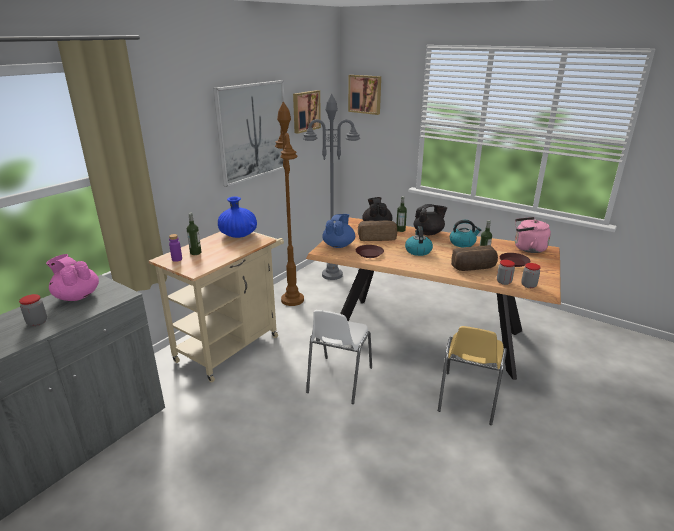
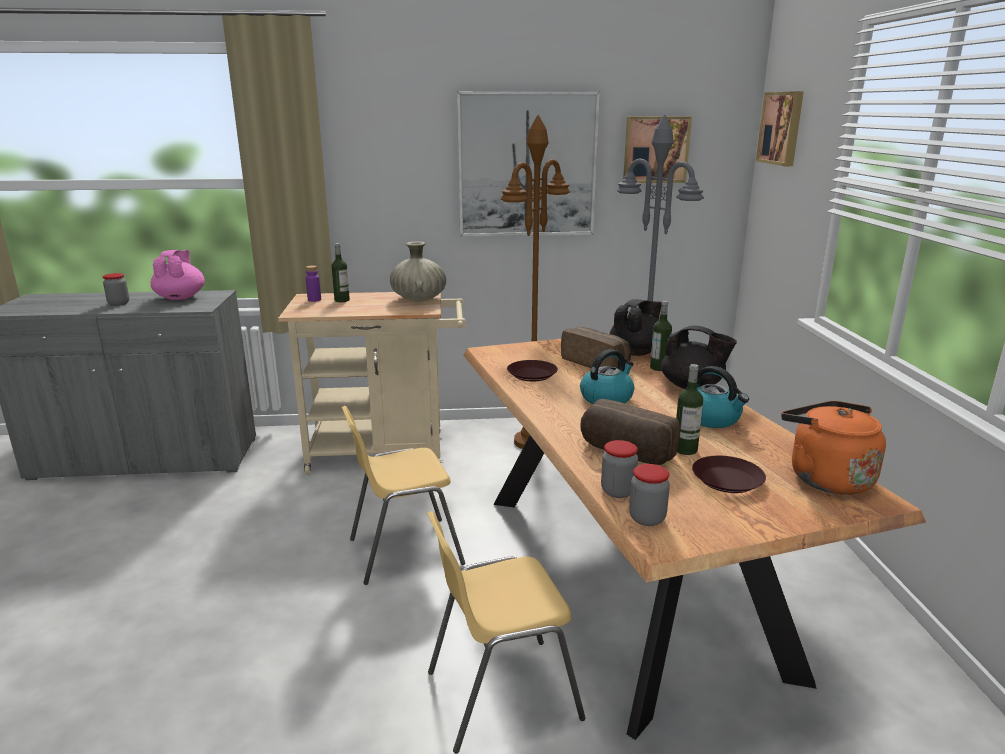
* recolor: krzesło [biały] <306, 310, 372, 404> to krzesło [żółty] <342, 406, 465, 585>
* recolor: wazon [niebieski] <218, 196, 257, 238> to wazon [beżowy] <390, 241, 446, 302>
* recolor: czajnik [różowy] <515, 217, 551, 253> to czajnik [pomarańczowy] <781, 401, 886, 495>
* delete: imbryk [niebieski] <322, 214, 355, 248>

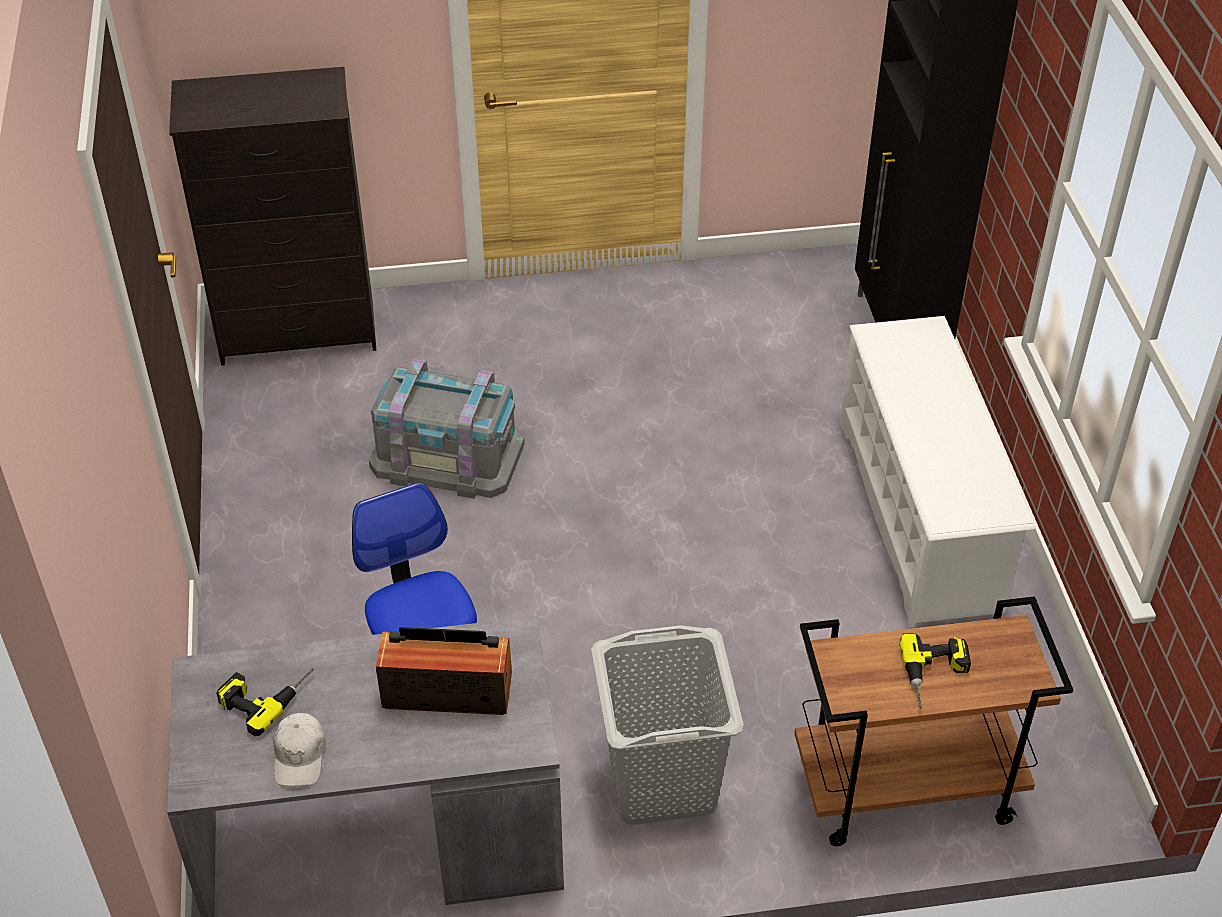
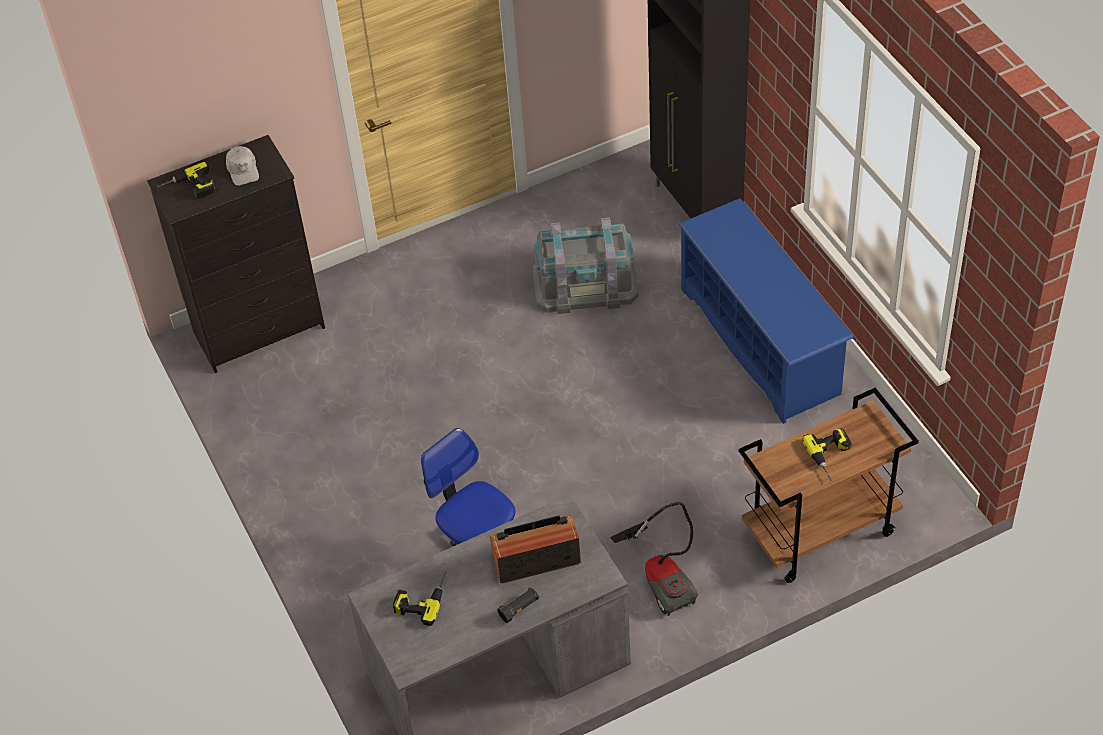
* insert: wiertarka <157, 162, 215, 199>
* move: czapka z daszkiem [biały] <273, 713, 325, 786> to <226, 146, 259, 186>
* insert: latarka [czarny] <497, 587, 539, 623>
* move: pojemnik do przechowywania [szary] <369, 359, 525, 499> to <533, 217, 639, 314>
* replace: kosz na pranie [szary] <591, 625, 744, 825> to odkurzacz <611, 502, 698, 616>
* recolor: regał na buty [biały] <840, 316, 1035, 628> to regał na buty [niebieski] <679, 198, 853, 424>

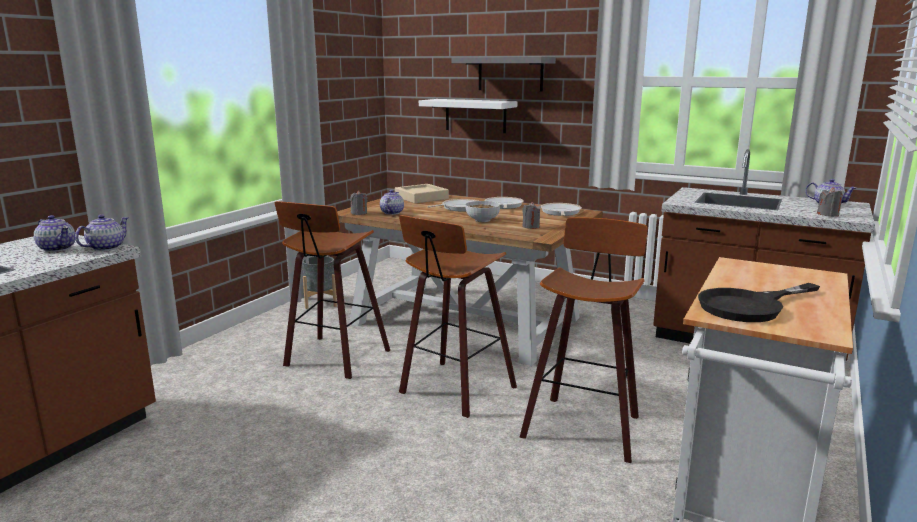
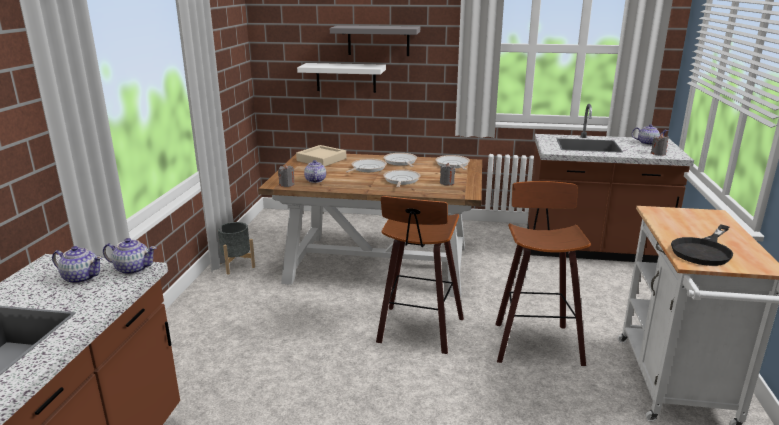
* rotate: imbryk <75, 214, 129, 251> = <103, 238, 157, 275> 90 degrees clockwise
* replace: miska <465, 201, 500, 222> to patelnia <383, 170, 420, 187>
* delete: stołek <275, 201, 390, 379>

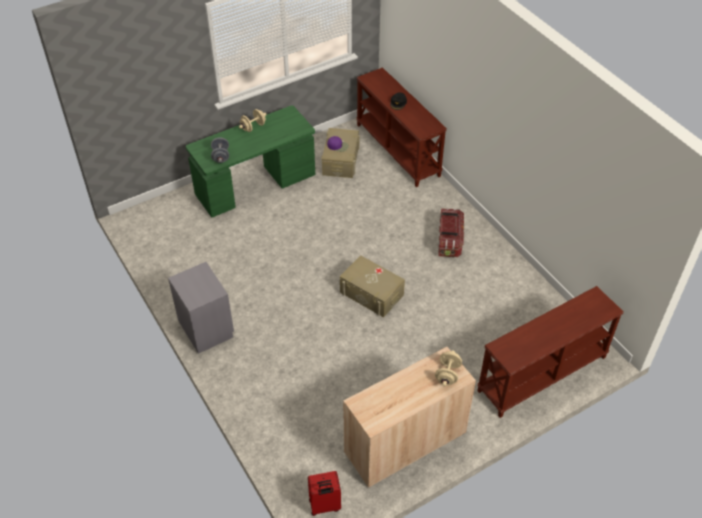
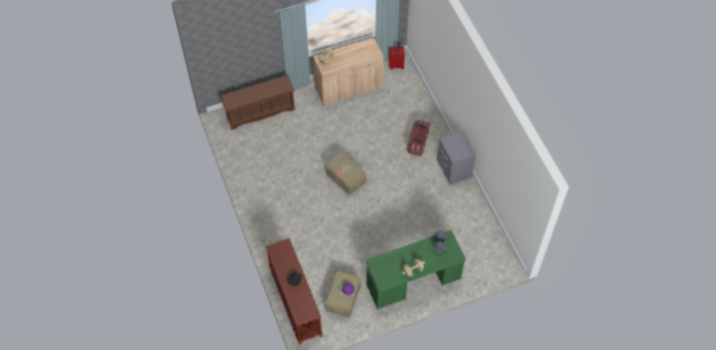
* replace: stolik konsolowy [brązowy] <478, 286, 623, 418> to regał na buty [brązowy] <220, 75, 295, 130>
* move: pojemnik do przechowywania <438, 208, 464, 257> to <407, 121, 430, 156>

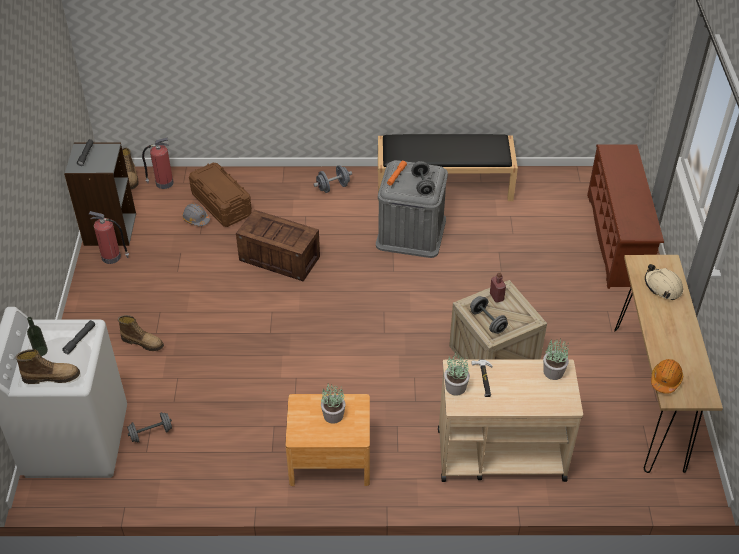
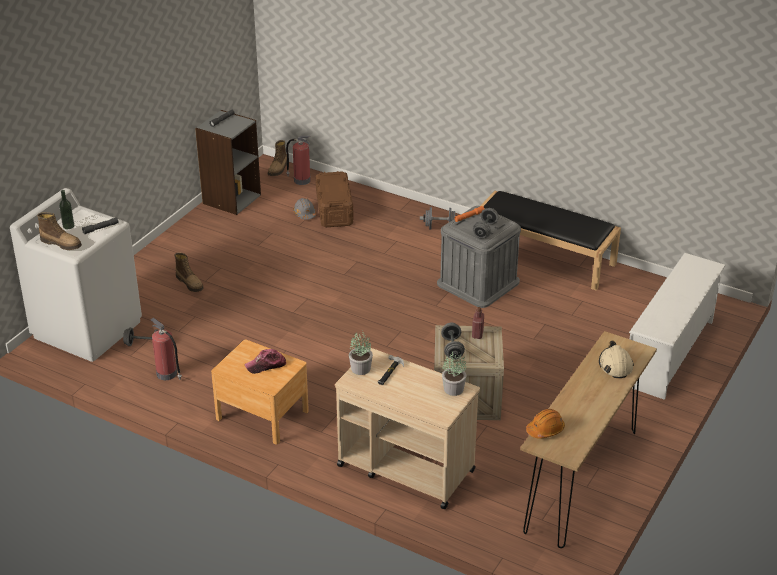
* move: gaśnica <89, 211, 129, 264> to <151, 318, 182, 380>
* replace: roślina doniczkowa <321, 383, 345, 424> to czapka z daszkiem <245, 349, 286, 374>
* recolor: regał na buty [brązowy] <587, 144, 664, 289> to regał na buty [biały] <629, 253, 726, 400>
* delete: skrzynka <236, 210, 320, 281>

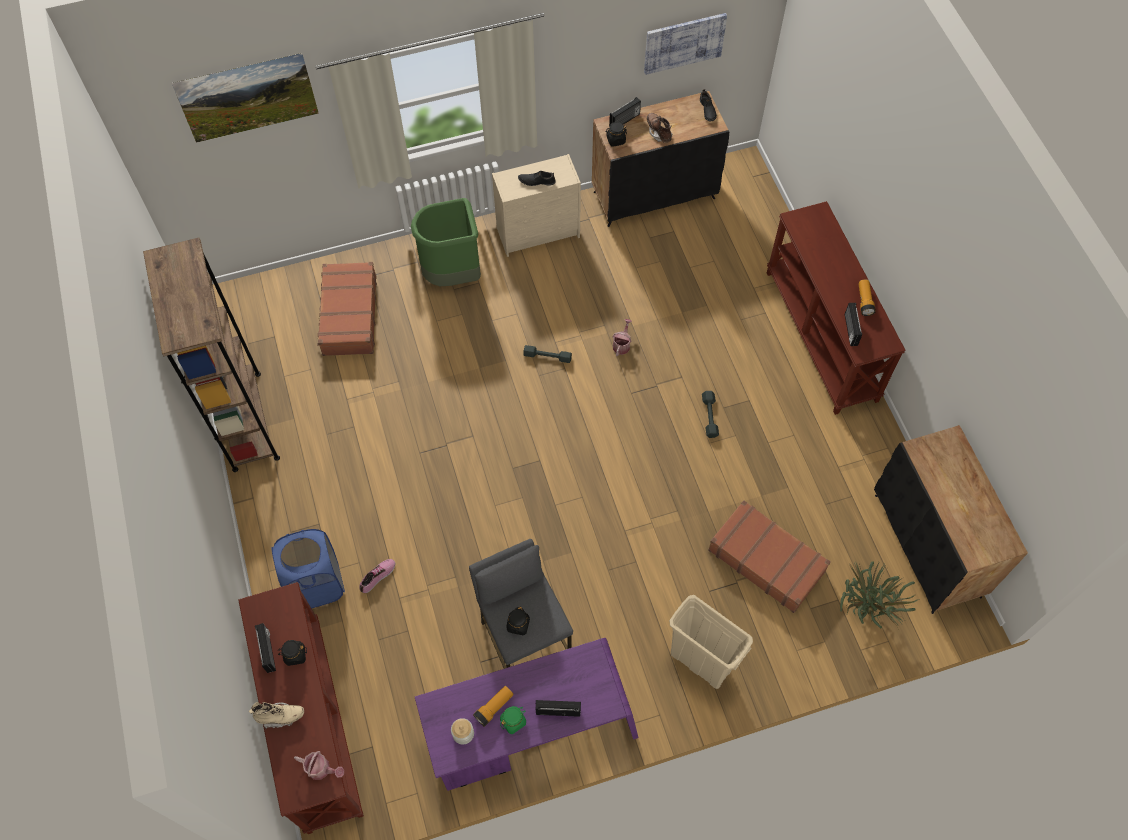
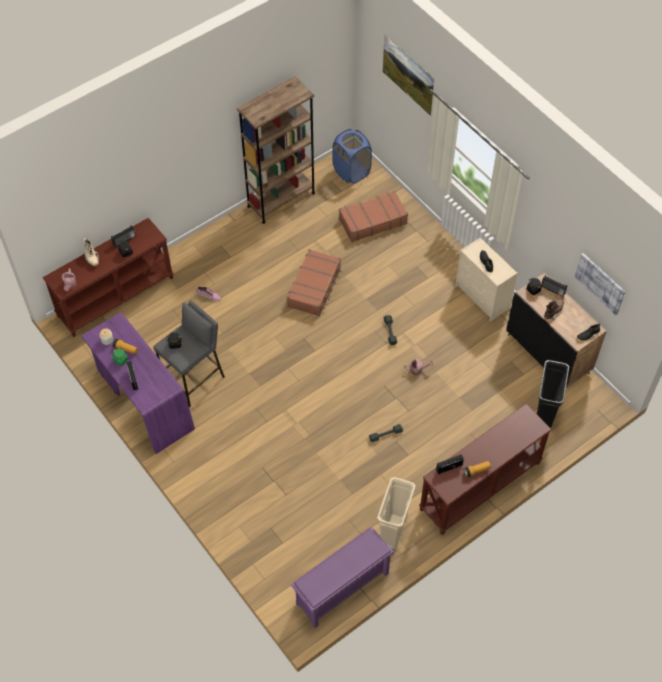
* move: walizka [brązowy] <708, 500, 831, 613> to <287, 249, 342, 316>
* replace: szafka [czarny] <874, 425, 1028, 614> to regał na buty [fioletowy] <291, 526, 394, 628>
* move: kosz na pranie [niebieski] <271, 529, 345, 608> to <332, 129, 372, 184>
* move: kosz na śmieci [beżowy] <669, 595, 753, 689> to <377, 477, 416, 549>
* insert: kosz na śmieci [czarny] <537, 360, 569, 428>
* delete: kosz na śmieci [zielony] <411, 198, 481, 286>
* delete: roślina doniczkowa <840, 561, 919, 629>

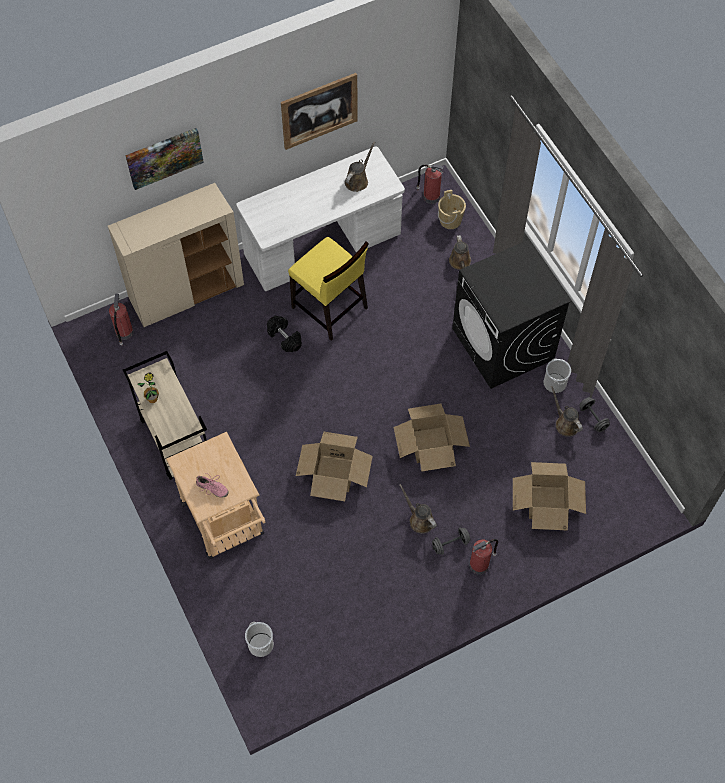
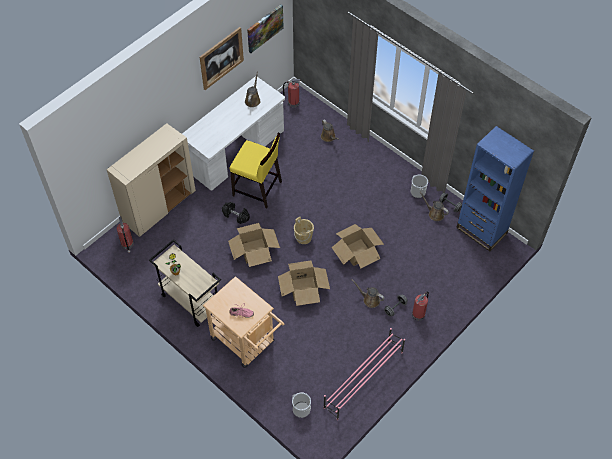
* move: karton <513, 462, 586, 530> to <228, 223, 280, 267>
* move: obraz <125, 128, 204, 190> to <247, 4, 284, 53>
* move: wiadro [beżowy] <438, 190, 466, 229> to <294, 217, 314, 244>
* insert: regał na buty [różowy] <323, 328, 405, 420>
* insert: regał [niebieski] <456, 126, 534, 251>
* delete: pralka [czarny] <452, 240, 572, 389>

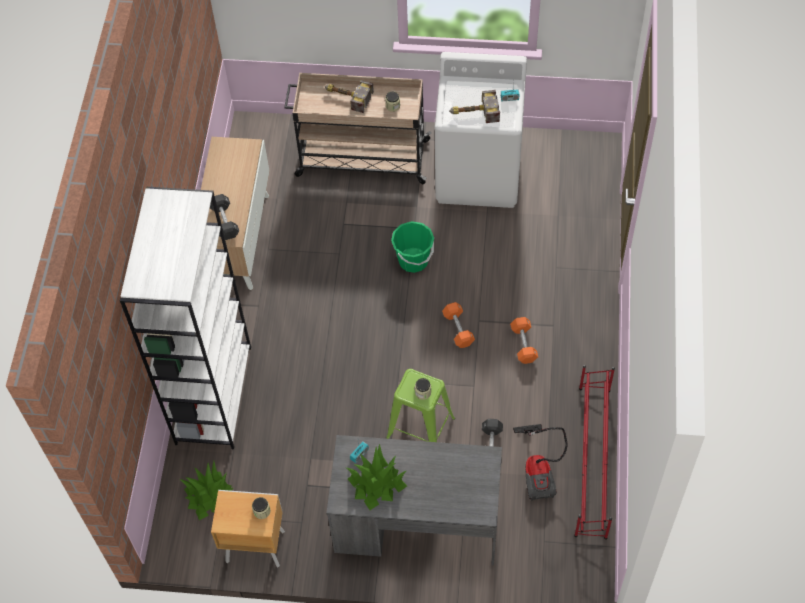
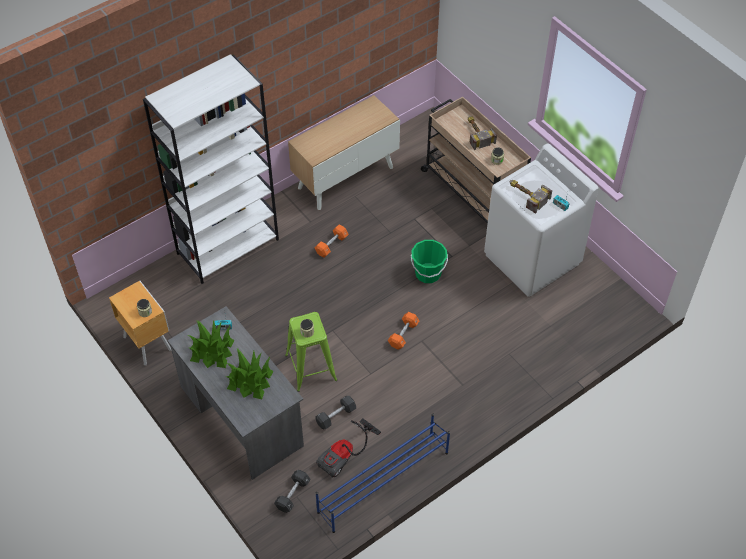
* move: roślina doniczkowa <179, 461, 233, 520> to <226, 349, 274, 399>
* move: hantel [czarny] <210, 194, 239, 240> to <274, 470, 311, 513>
* move: hantel [pomarańczowy] <510, 317, 538, 364> to <314, 224, 349, 258>
* recolor: regał na buty [czerwony] <574, 365, 615, 540> to regał na buty [niebieski] <316, 414, 450, 533>

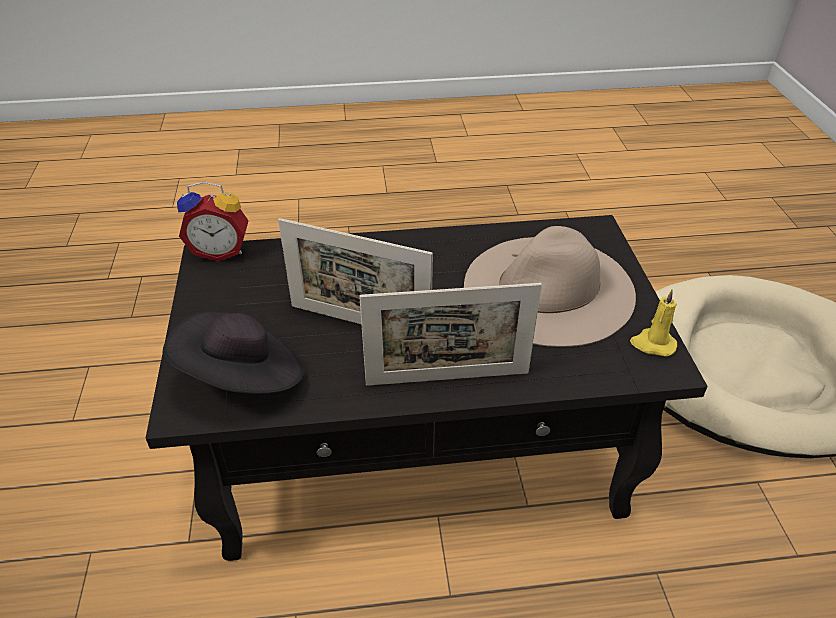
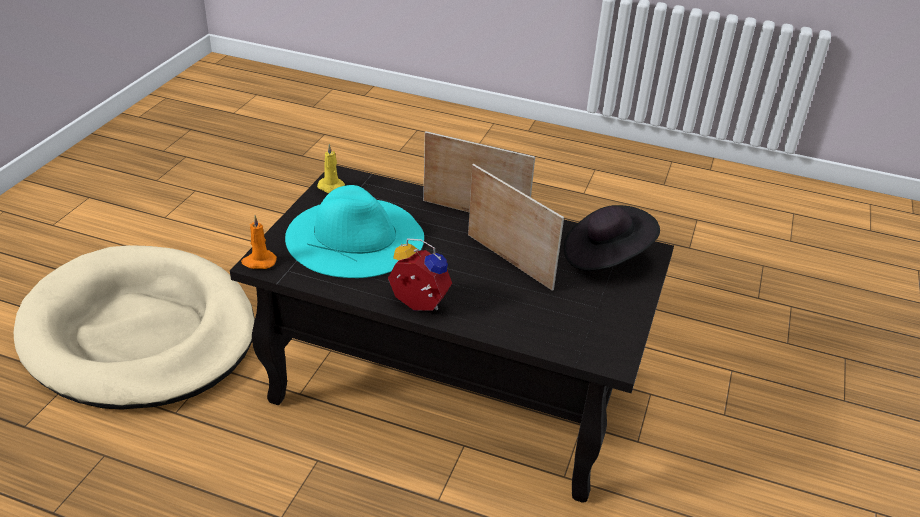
* insert: świeca [pomarańczowy] <241, 216, 277, 269>
* recolor: kapelusz [beżowy] <464, 226, 636, 347> to kapelusz [turkusowy] <285, 185, 424, 278>
* move: budzik <177, 181, 249, 262> to <388, 238, 452, 311>

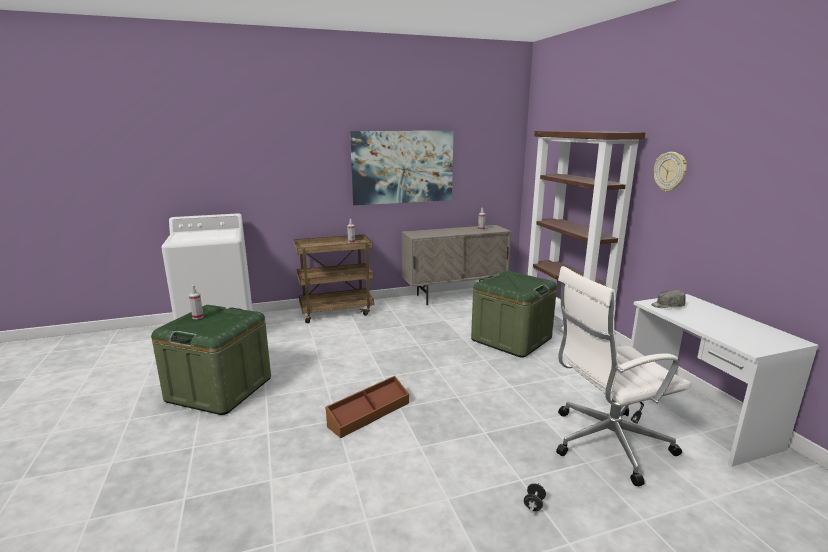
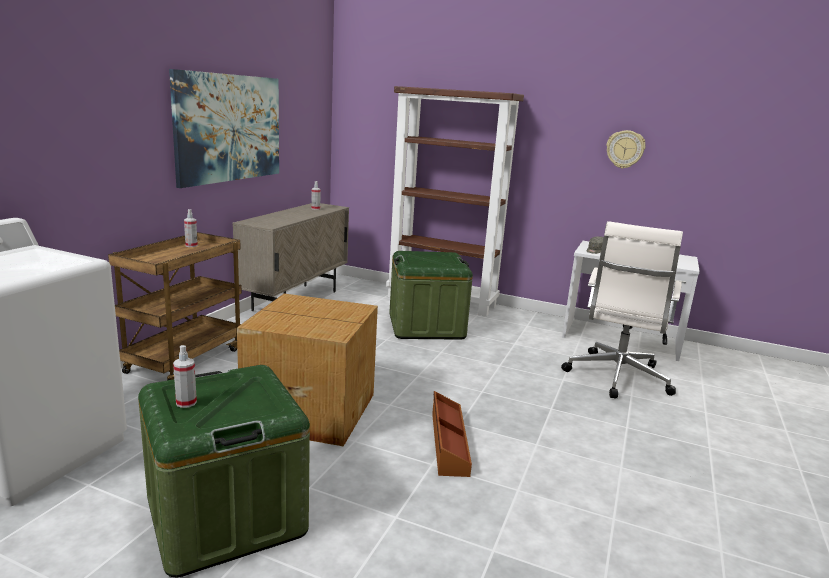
* insert: karton <237, 293, 378, 446>
* move: zegar ścienny <654, 152, 687, 192> to <606, 130, 646, 169>
* delete: hantel [czarny] <524, 483, 546, 513>

